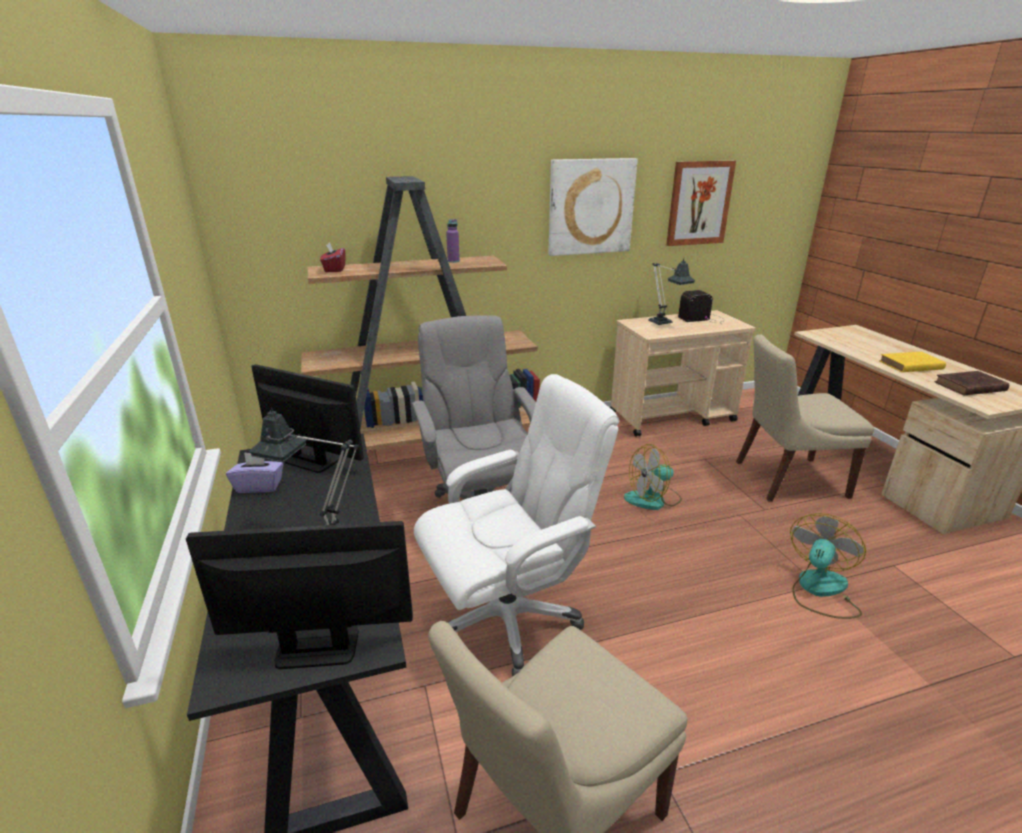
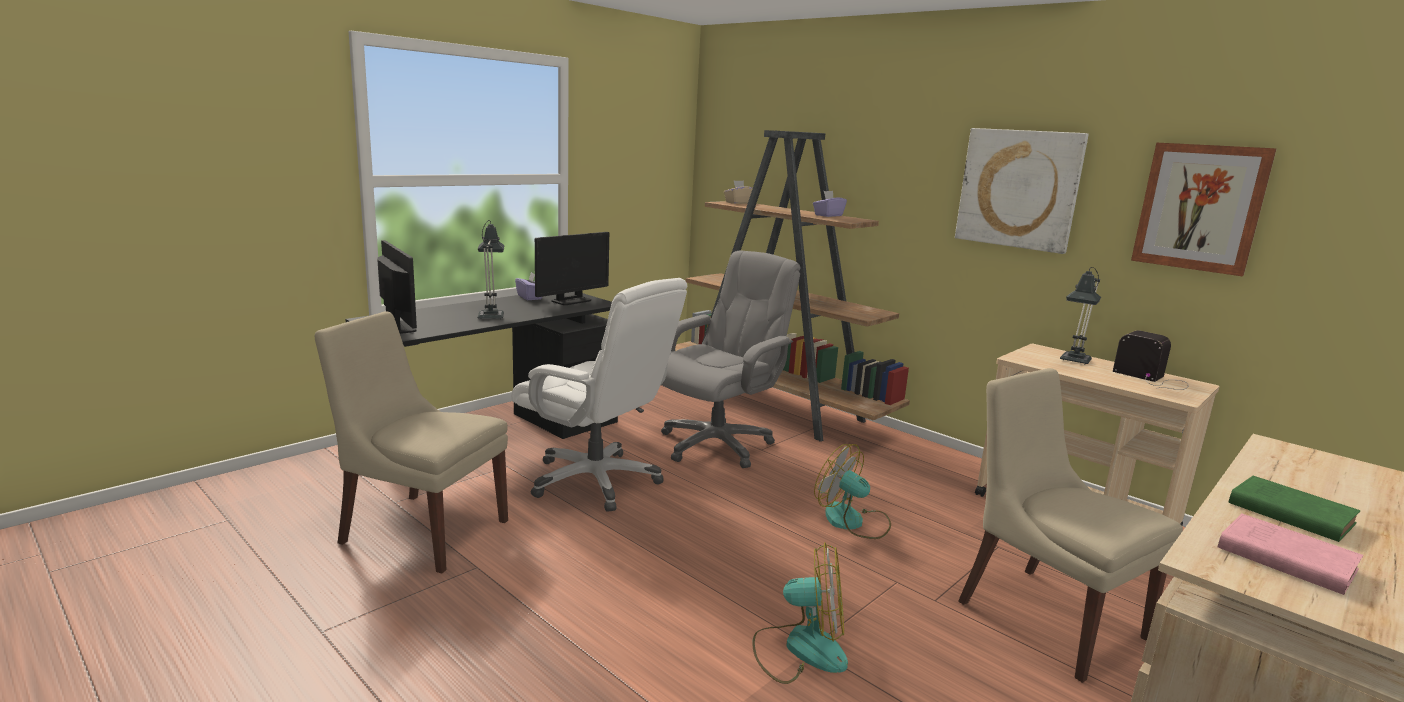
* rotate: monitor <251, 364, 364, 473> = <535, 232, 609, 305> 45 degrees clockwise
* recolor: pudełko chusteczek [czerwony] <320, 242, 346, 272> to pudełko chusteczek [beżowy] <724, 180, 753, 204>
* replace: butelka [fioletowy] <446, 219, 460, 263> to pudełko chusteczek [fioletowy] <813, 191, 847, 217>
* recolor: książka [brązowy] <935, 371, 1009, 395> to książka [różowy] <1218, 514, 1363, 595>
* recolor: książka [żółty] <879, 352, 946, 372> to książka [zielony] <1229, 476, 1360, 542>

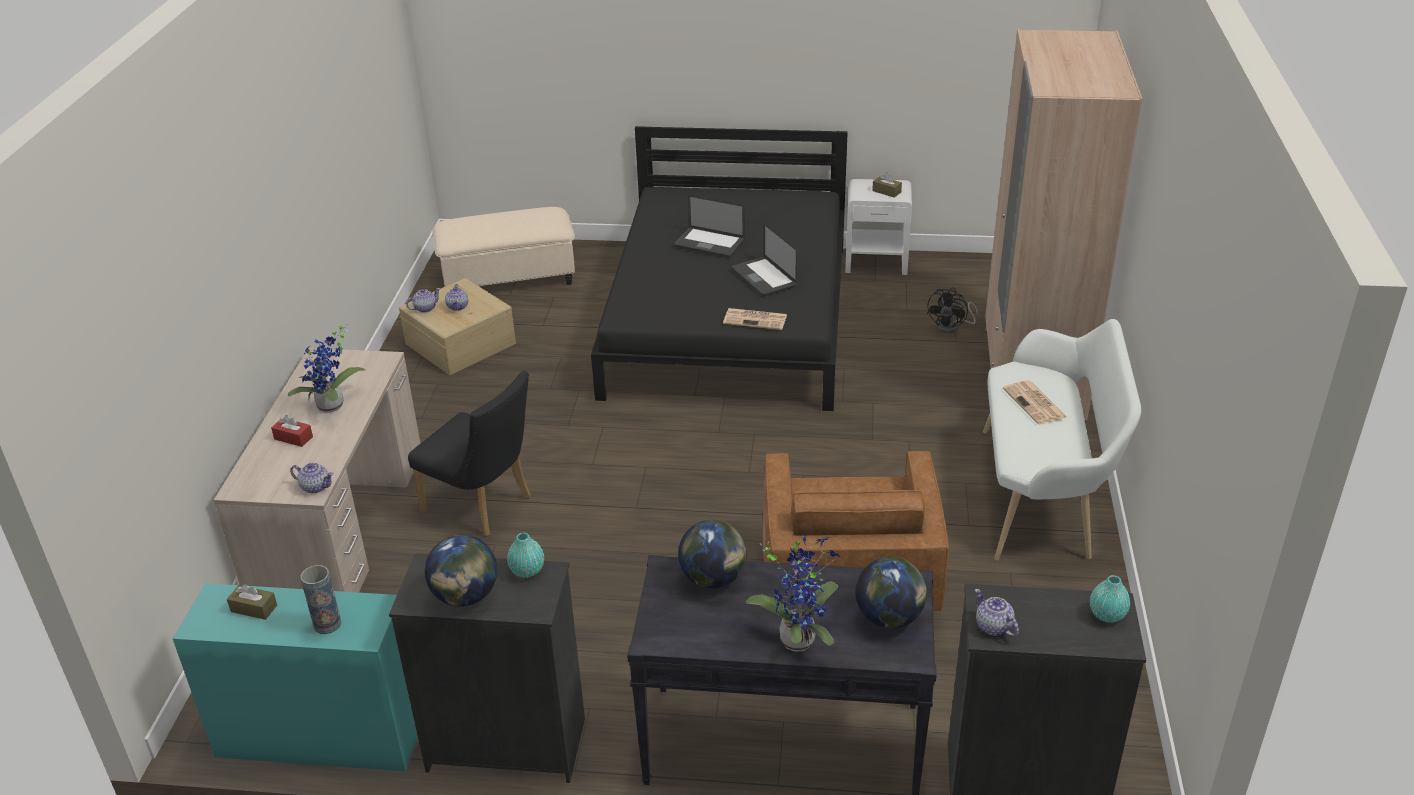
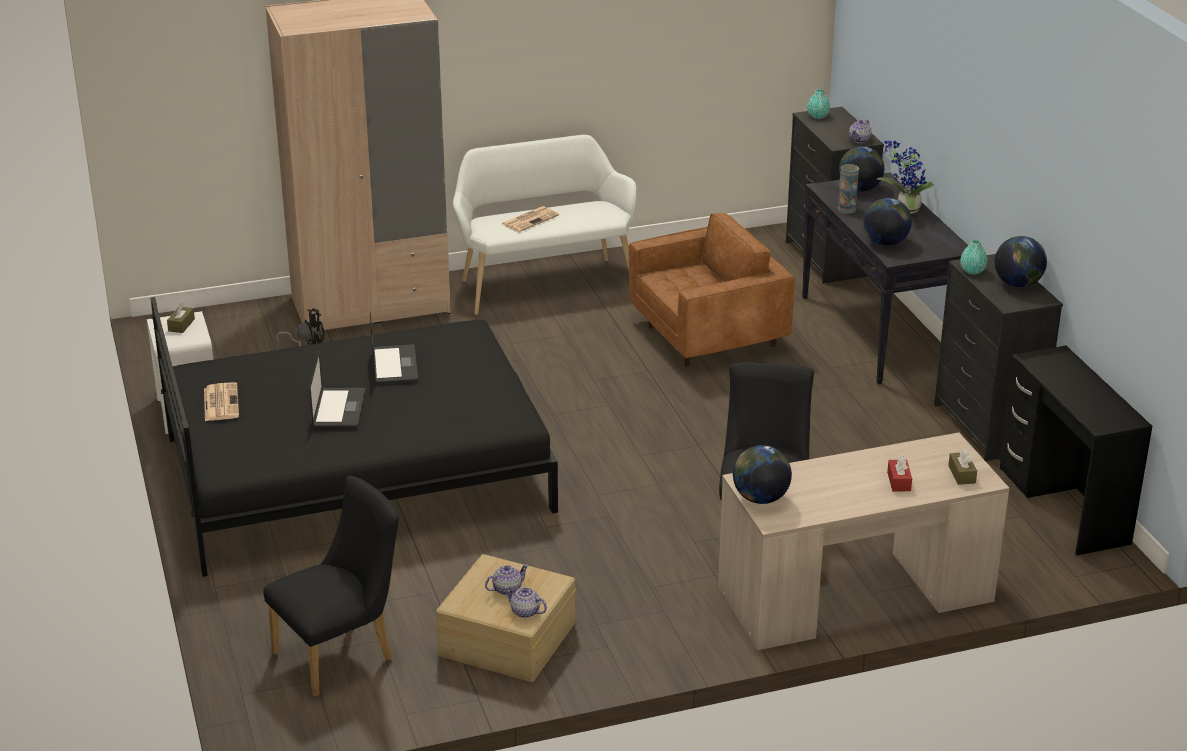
* move: gazeta <723, 308, 787, 330> to <204, 382, 239, 421>
* replace: pufa [beżowy] <432, 207, 575, 287> to krzesło [czarny] <263, 476, 399, 697>
* rotate: laptop <732, 223, 798, 296> = <370, 311, 418, 384> 45 degrees counterclockwise
* insert: globus <733, 445, 792, 504>
* move: wazon <301, 565, 341, 634> to <838, 164, 859, 214>
* move: pudełko chusteczek [brązowy] <227, 584, 277, 620> to <948, 448, 977, 485>
* recolor: biurko [turkusowy] <173, 583, 418, 772> to biurko [czarny] <999, 346, 1152, 556>
* delete: roślina doniczkowa <288, 323, 365, 413>
* delete: imbryk <290, 463, 334, 494>

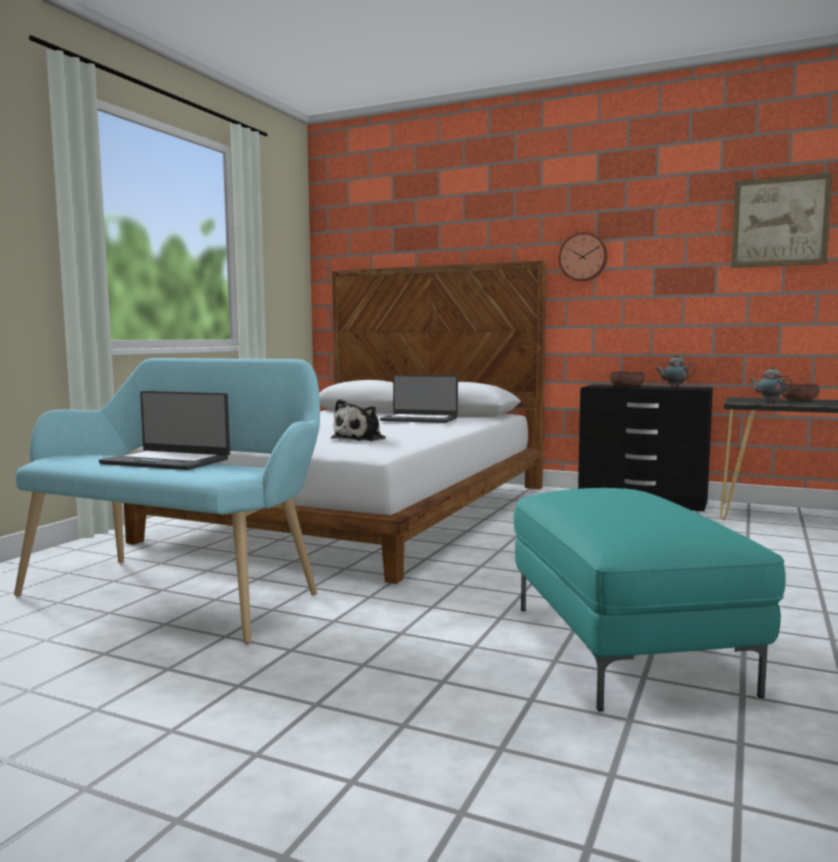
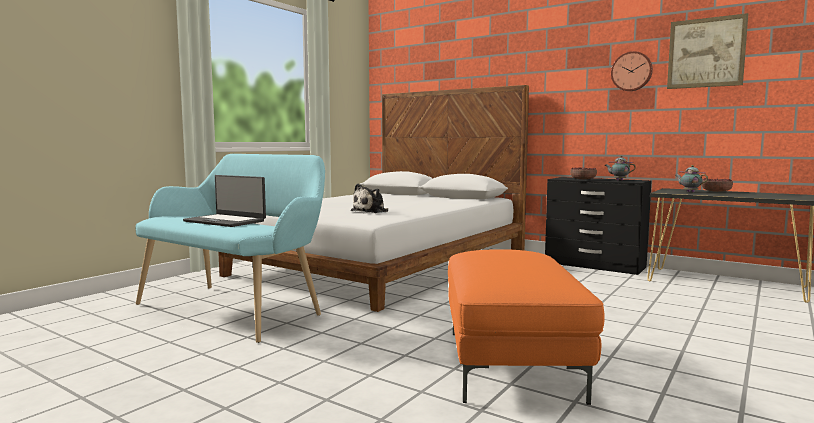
* recolor: pufa [turkusowy] <513, 488, 786, 711> to pufa [pomarańczowy] <448, 249, 605, 405>
* move: zegar ścienny <558, 232, 608, 281> to <611, 51, 653, 91>
* delete: laptop <380, 375, 458, 423>

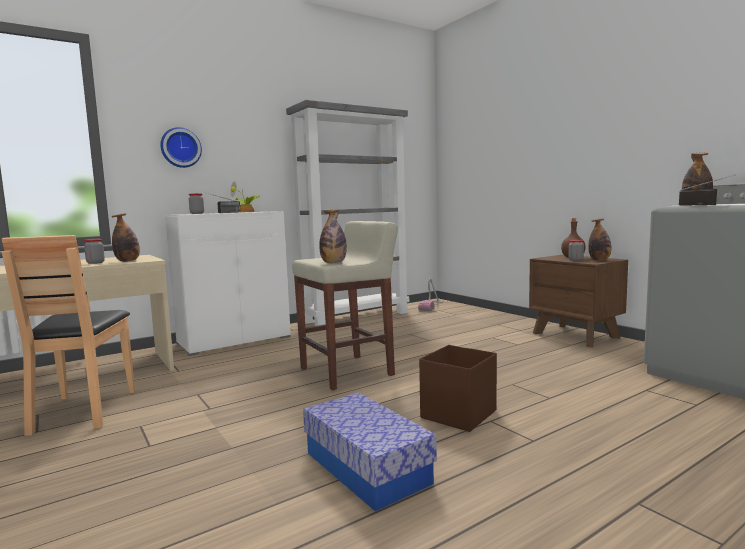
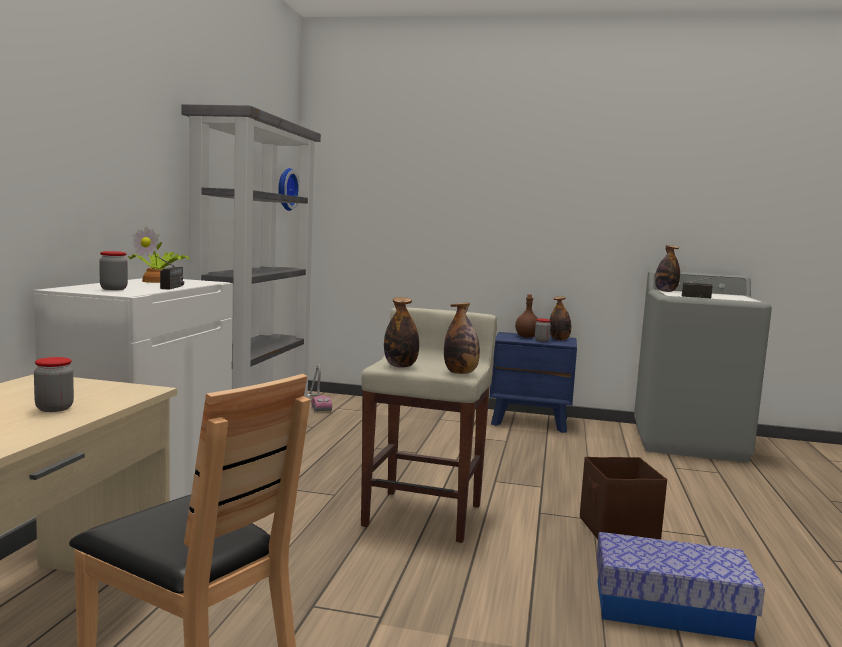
* move: zegar ścienny <160, 127, 202, 168> to <278, 168, 299, 211>
* move: butelka <112, 213, 140, 262> to <384, 297, 419, 368>
* recolor: szafka nocna [brązowy] <529, 255, 628, 347> to szafka nocna [niebieski] <490, 332, 577, 433>

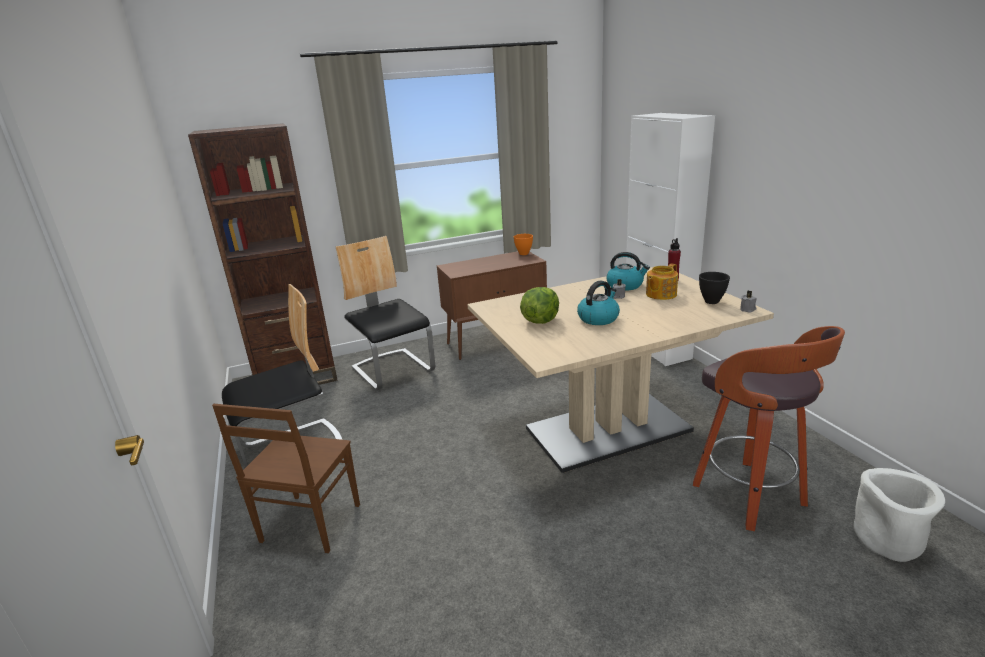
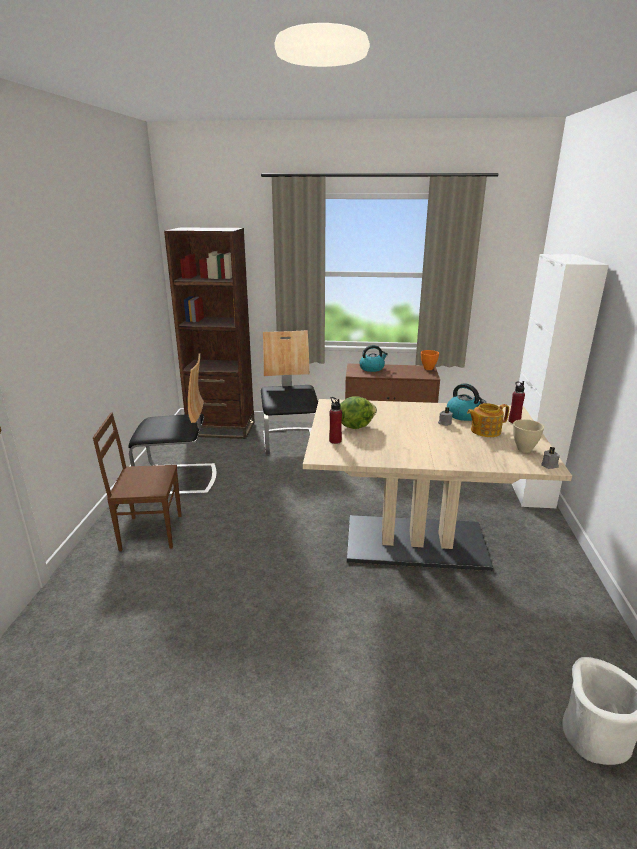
* rotate: krzesło [brązowy] <212, 404, 360, 553> = <93, 412, 182, 551> 45 degrees clockwise
* insert: butelka [czerwony] <329, 397, 342, 444>
* move: czajnik <577, 281, 620, 325> to <359, 345, 388, 372>
* recolor: miska [czarny] <699, 272, 730, 304> to miska [beżowy] <513, 419, 544, 453>
* delete: stołek <693, 326, 845, 531>

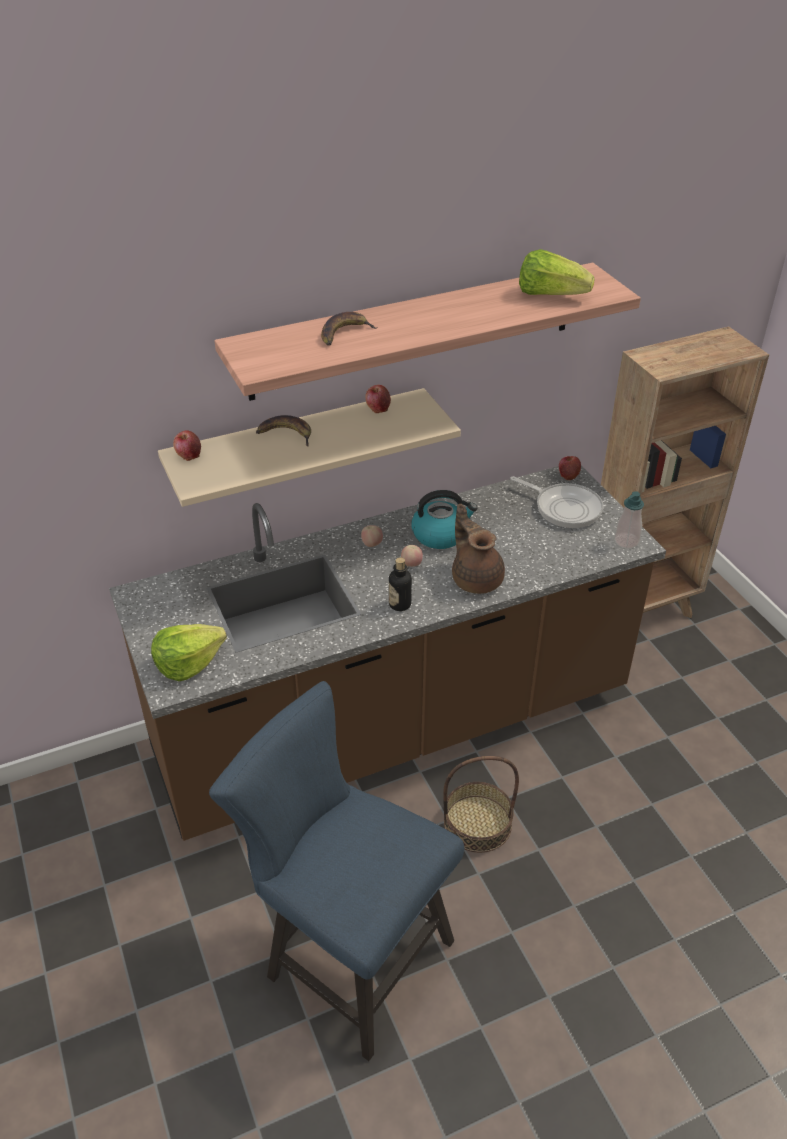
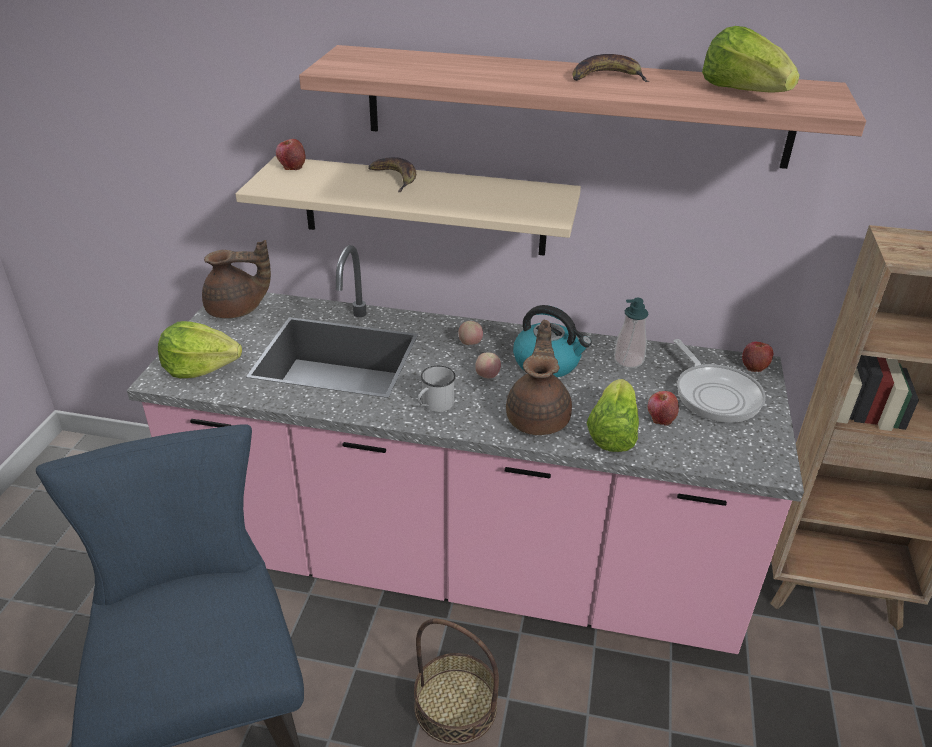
* recolor: zabudowa kuchenna [brązowy] <109, 465, 666, 841> to zabudowa kuchenna [różowy] <127, 245, 804, 654>
* insert: imbryk [brązowy] <202, 240, 271, 318>
* replace: butelka <389, 557, 412, 611> to kubek [biały] <418, 366, 456, 412>
* move: banan <321, 312, 378, 346> to <572, 54, 649, 82>
* insert: sałata <587, 379, 639, 452>
* move: dozownik mydła <614, 491, 644, 549> to <614, 298, 649, 368>
* move: jabłko <365, 385, 391, 413> to <648, 391, 679, 426>

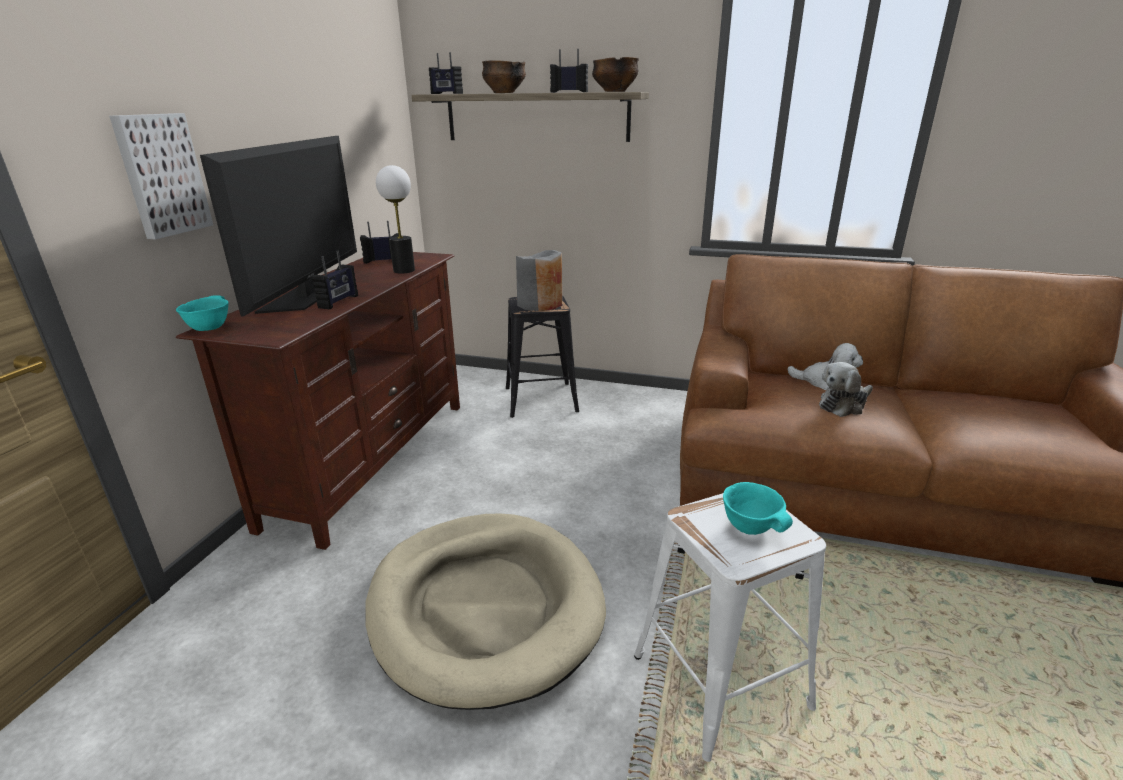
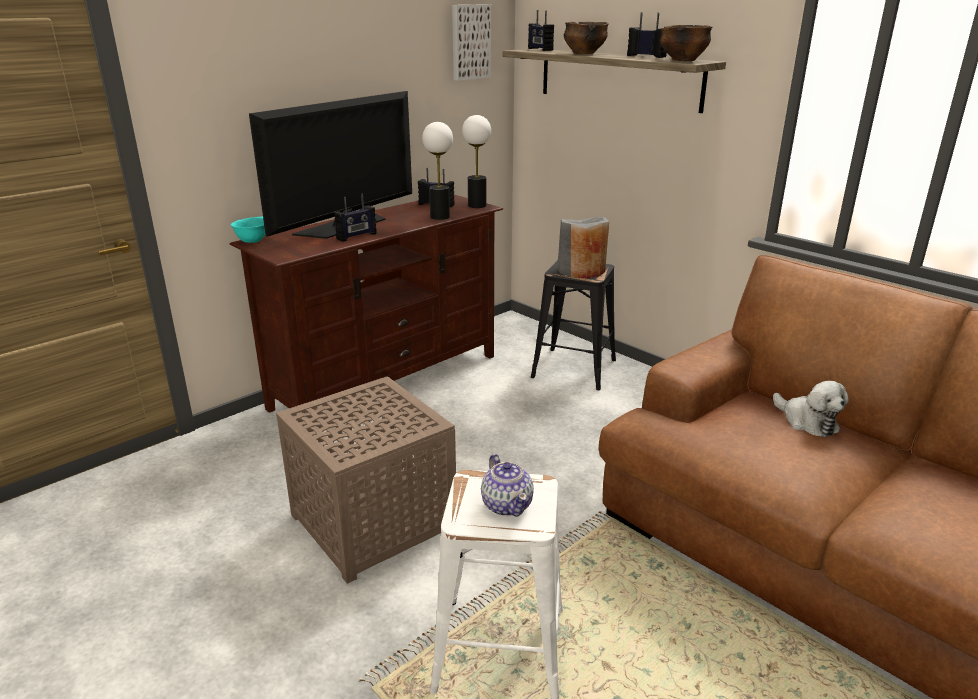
* replace: legowisko [beżowy] <365, 513, 606, 710> to stolik [brązowy] <276, 376, 456, 584>
* move: obraz <109, 113, 213, 239> to <452, 4, 491, 81>
* insert: lampa stołowa <462, 115, 491, 208>
* replace: miska [turkusowy] <723, 482, 793, 535> to imbryk <481, 454, 534, 517>
* delete: pluszak <819, 362, 873, 417>

